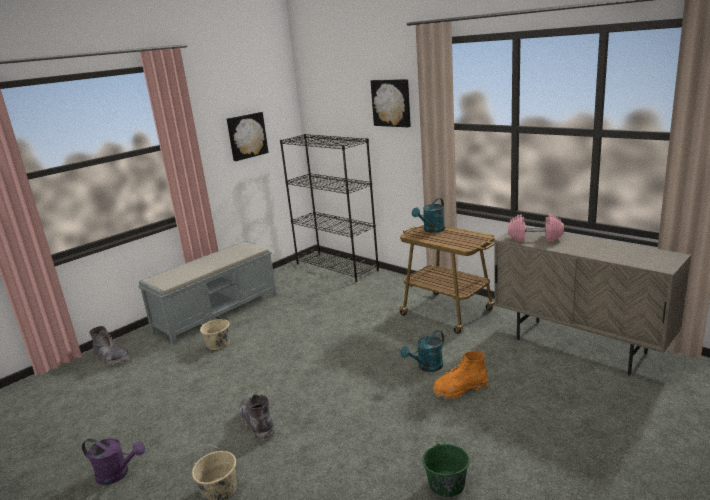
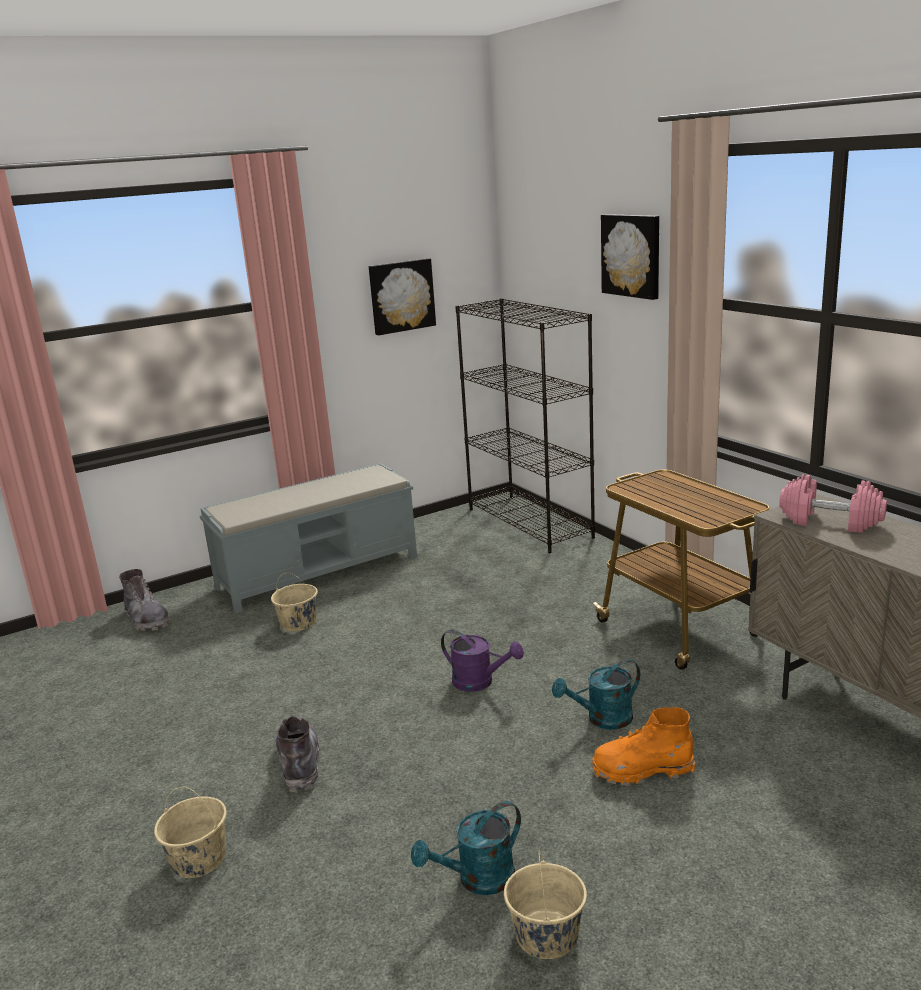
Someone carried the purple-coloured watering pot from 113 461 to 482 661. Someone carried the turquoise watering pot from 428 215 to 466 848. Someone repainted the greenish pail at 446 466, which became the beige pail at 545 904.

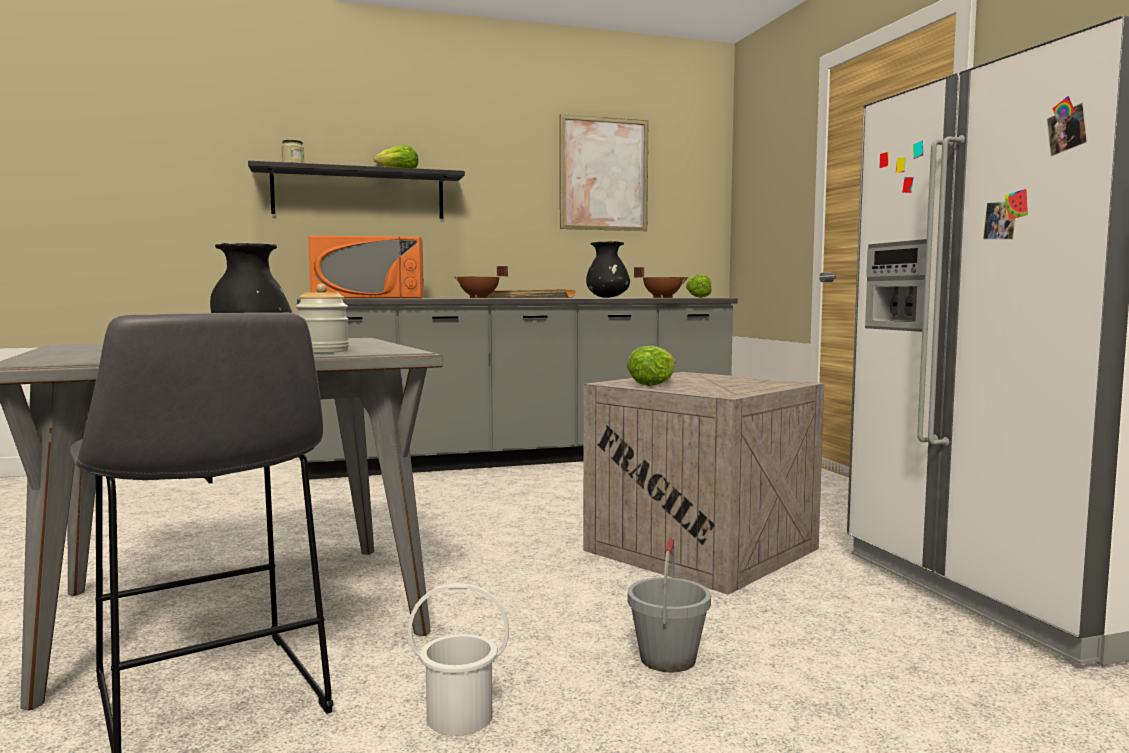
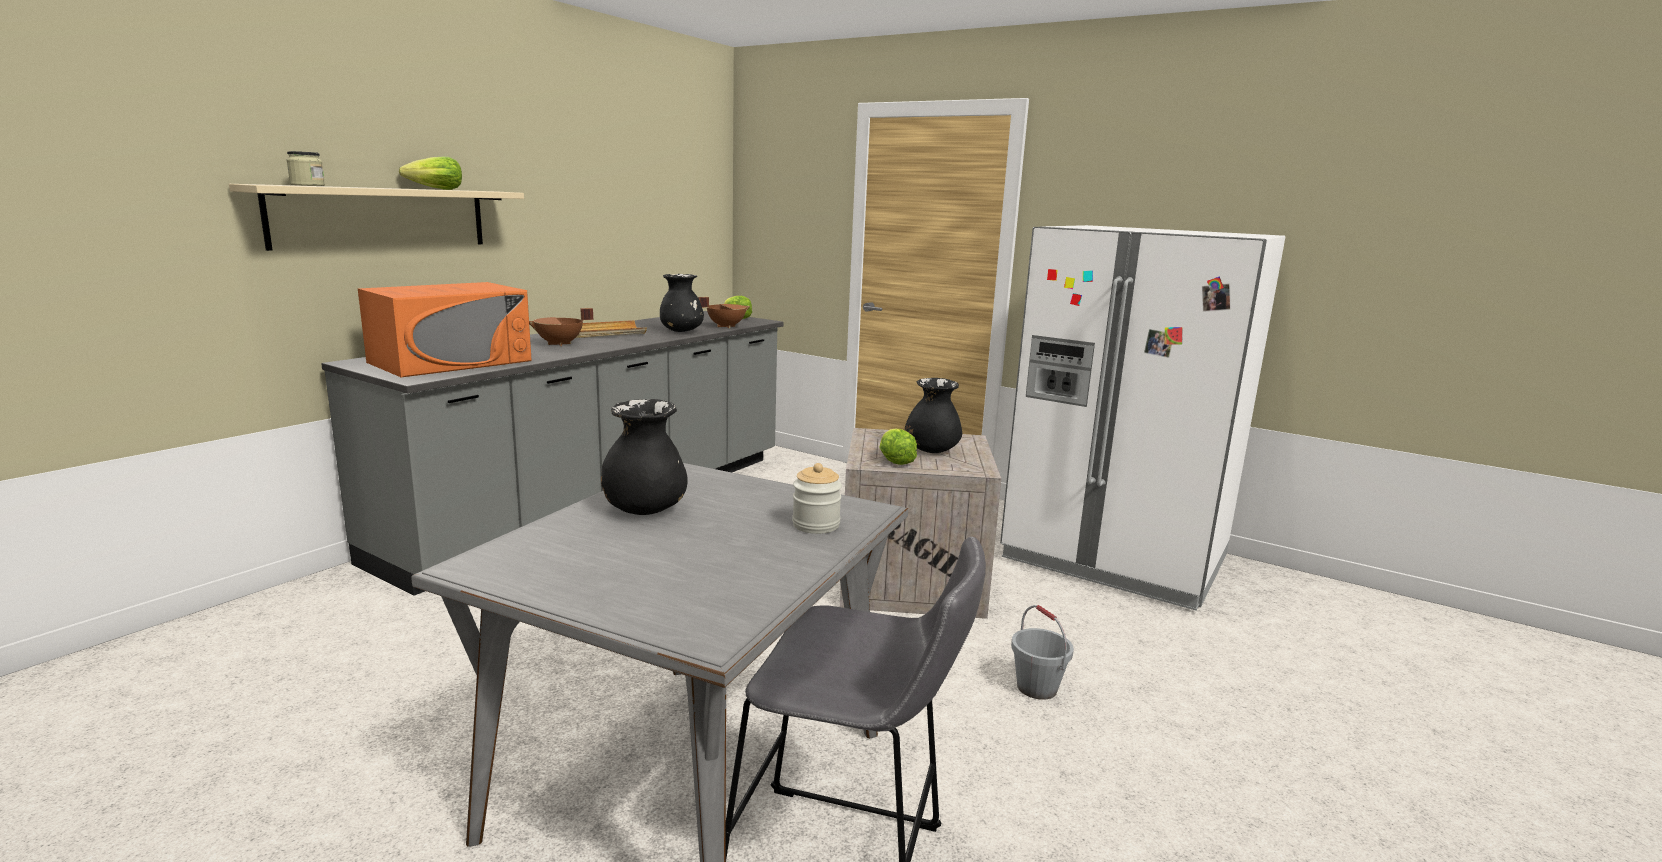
Someone repainted the blackish shelf at 356 190, which became the beige shelf at 376 217. Someone took away the white pail at 458 660. Someone took away the picture at 604 172. Someone put down the blackish decorative vase at 933 415.

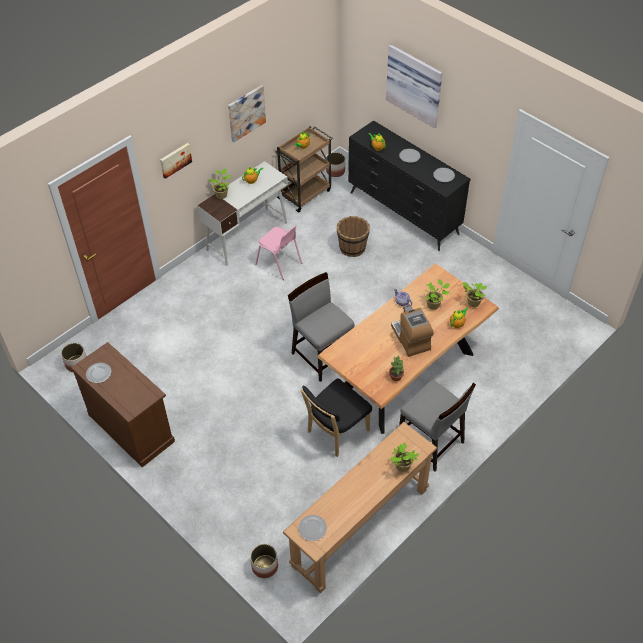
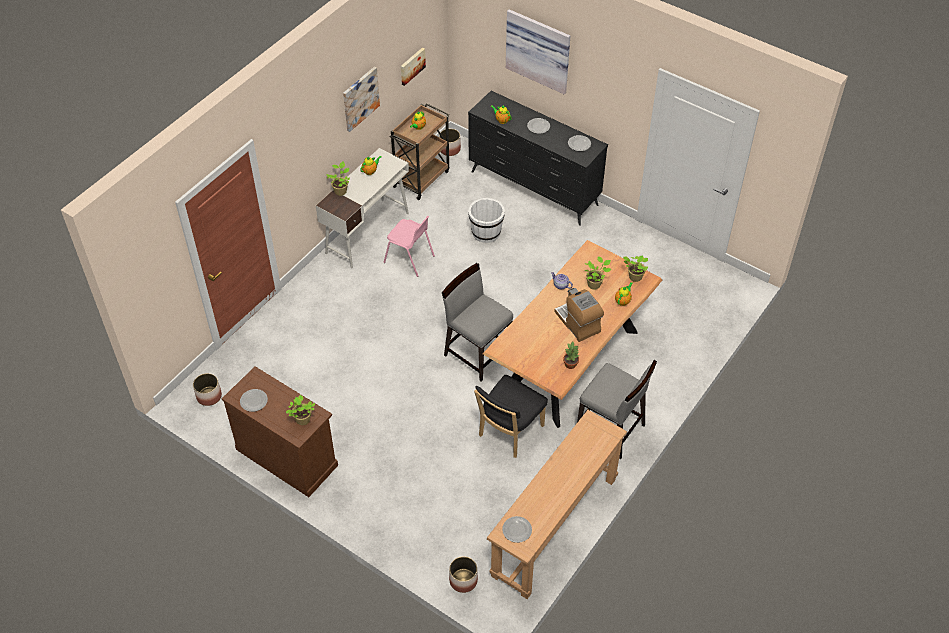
Someone carried the picture from 176 161 to 413 67. Someone repainted the brown-coloured pail at 353 236, which became the white pail at 486 220. Someone carried the potted plant from 404 457 to 300 410.

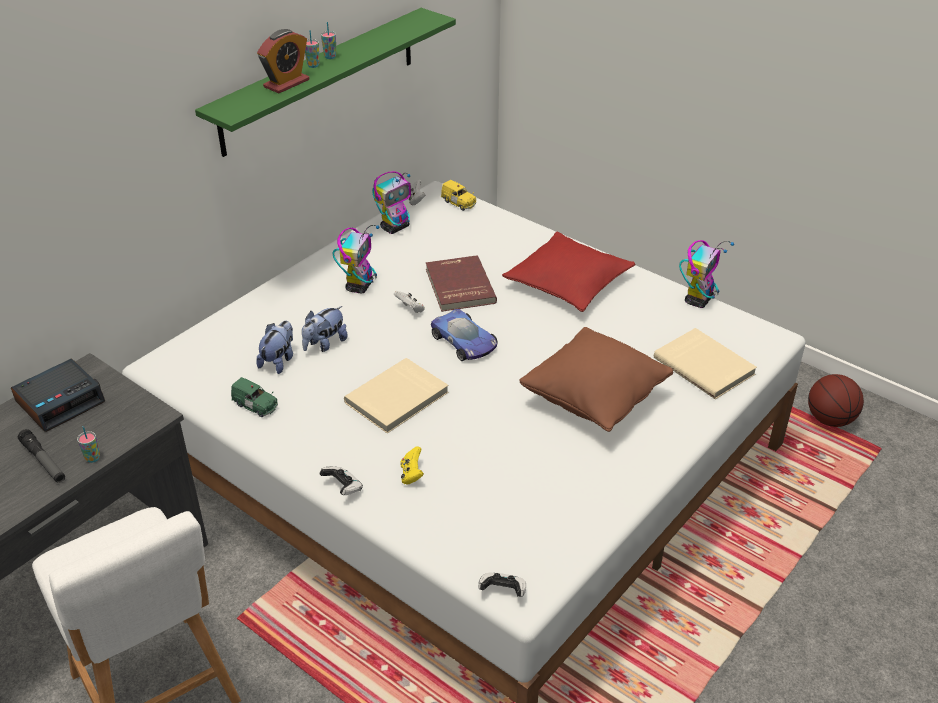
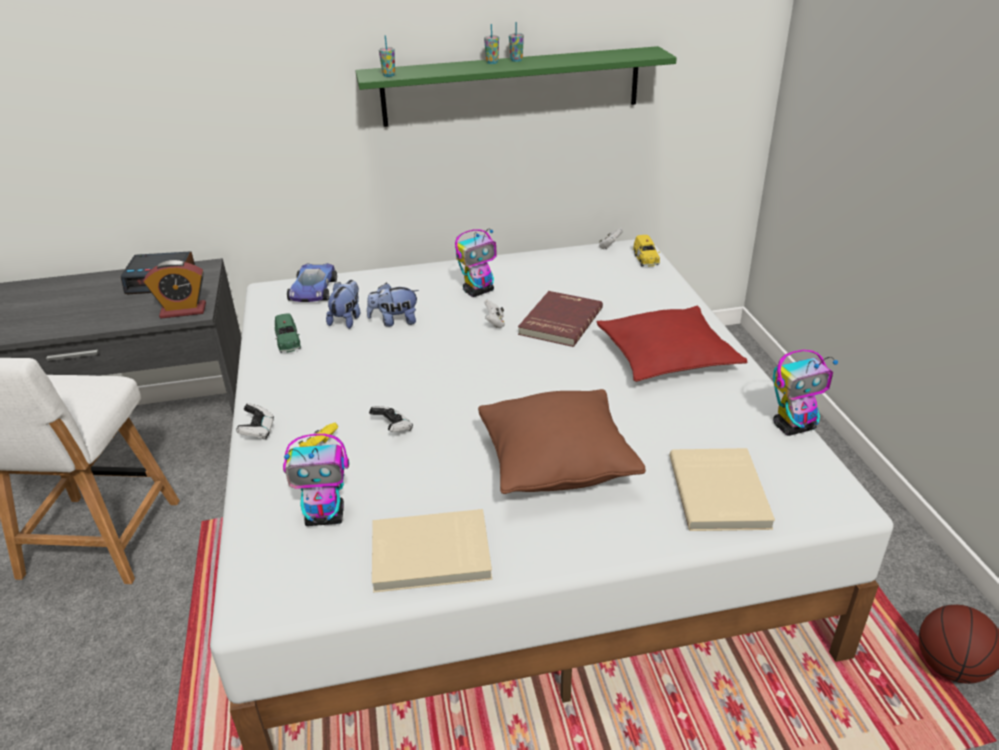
Someone took away the flashlight at 41 456. Someone carried the small cup from 88 444 to 387 56. Someone rotated the plush toy at 274 347 by 45 degrees counterclockwise. Someone carried the table clock from 283 61 to 175 289. Someone carried the beige volume from 396 395 to 432 551. Someone carried the robot figure from 391 202 to 316 480. Someone carried the model car from 464 335 to 312 282. Someone carried the game controller from 502 584 to 391 419.

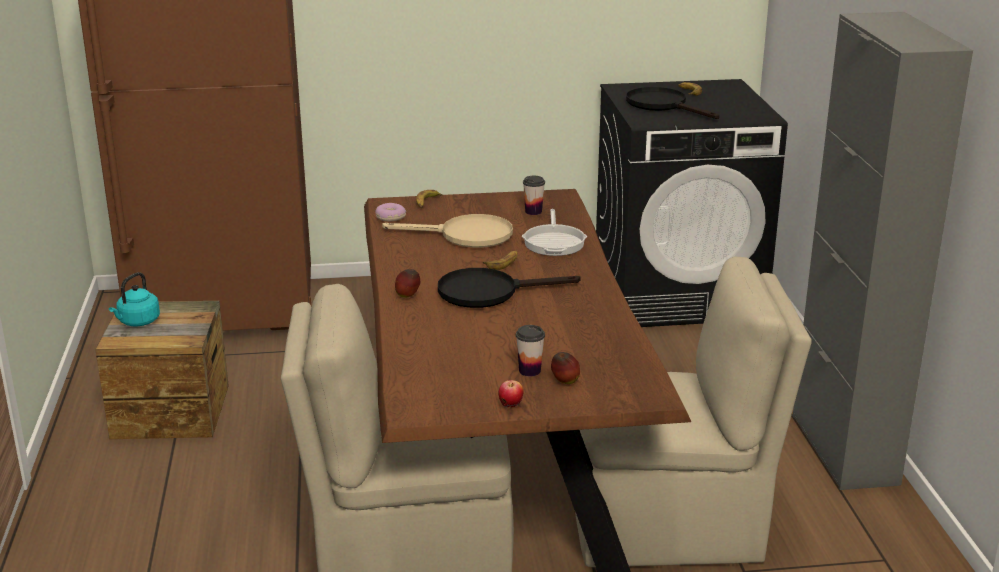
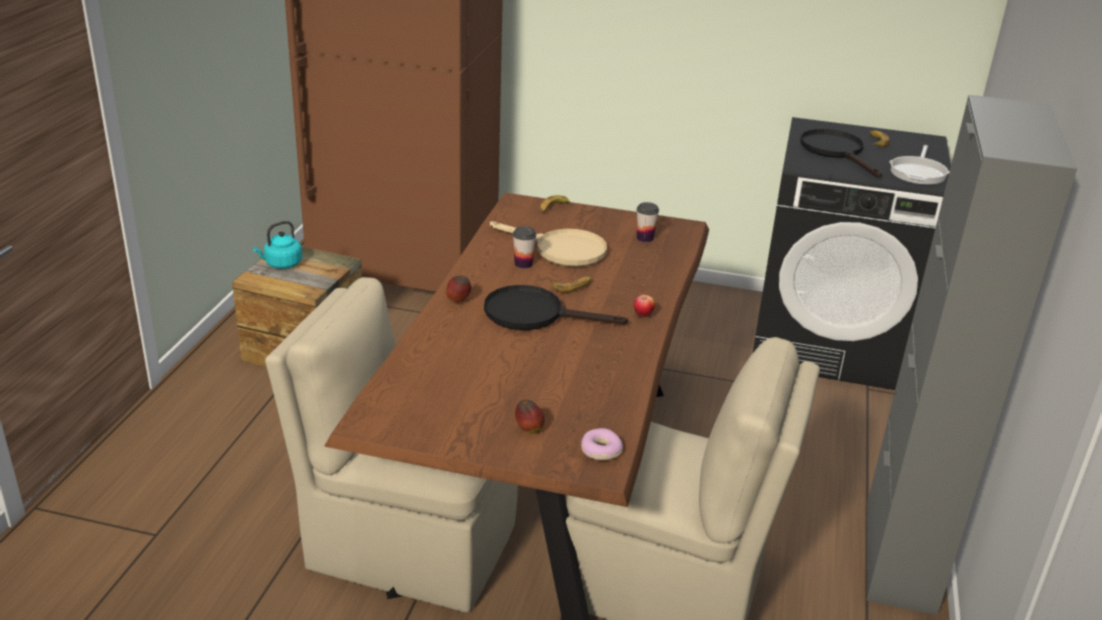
Someone carried the ring doughnut from 390 212 to 602 444. Someone carried the apple fruit from 511 393 to 644 306. Someone carried the small cup from 530 351 to 524 247. Someone carried the pan from 554 232 to 919 165.

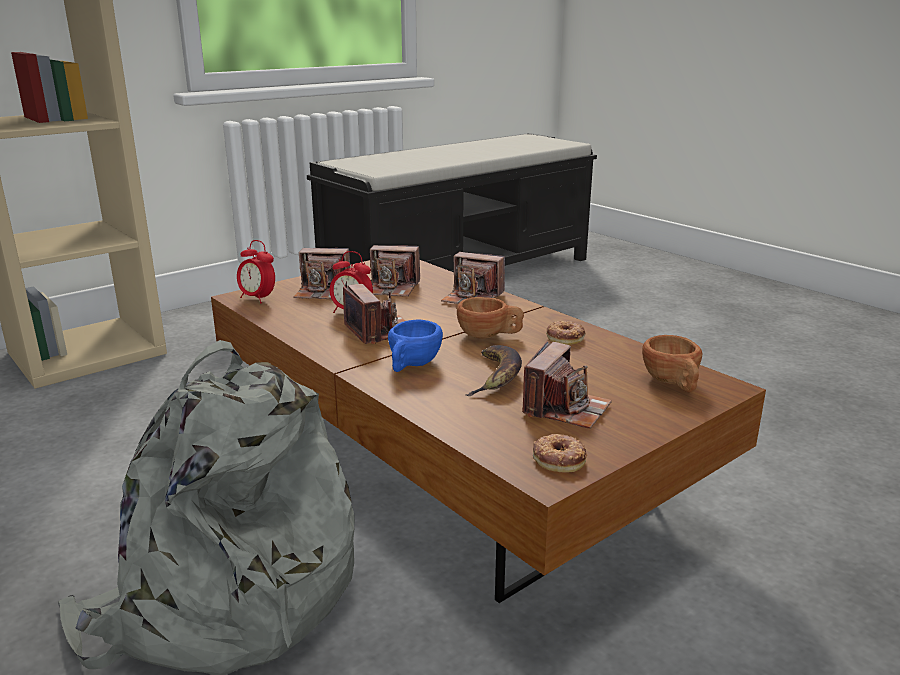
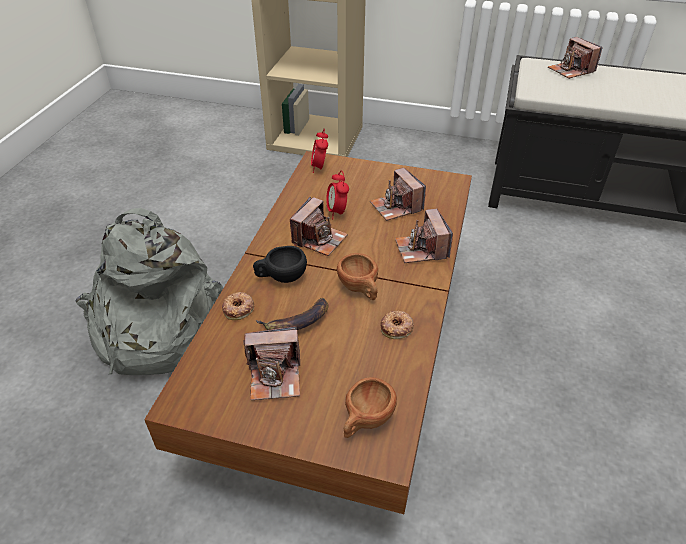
Someone carried the photo camera from 321 273 to 575 58. Someone repainted the blue-coloured small cup at 415 346, which became the blackish small cup at 280 264. Someone carried the ring doughnut from 560 453 to 238 306.

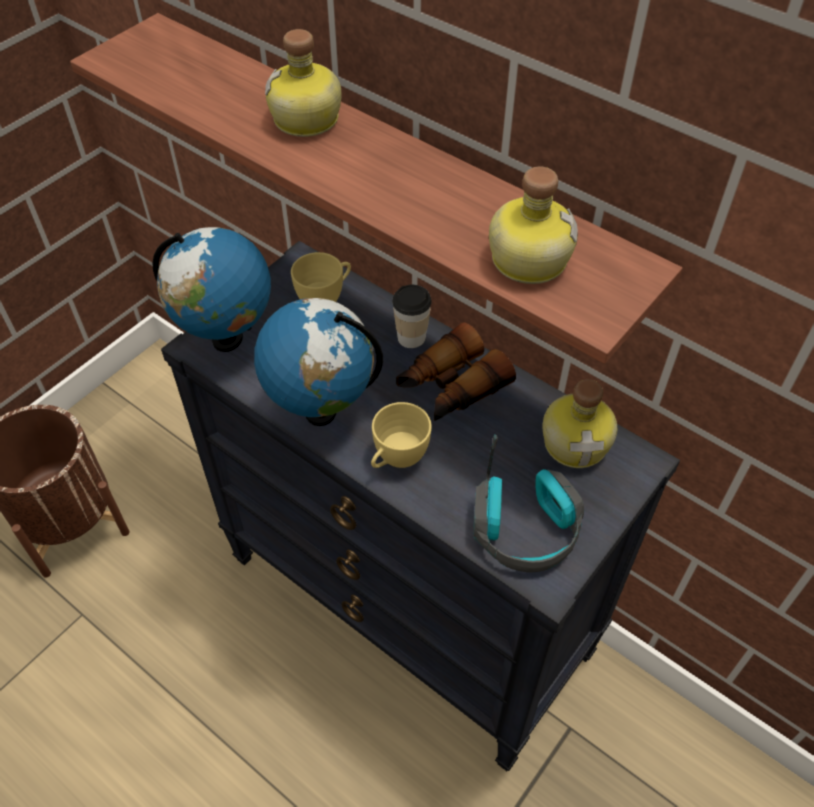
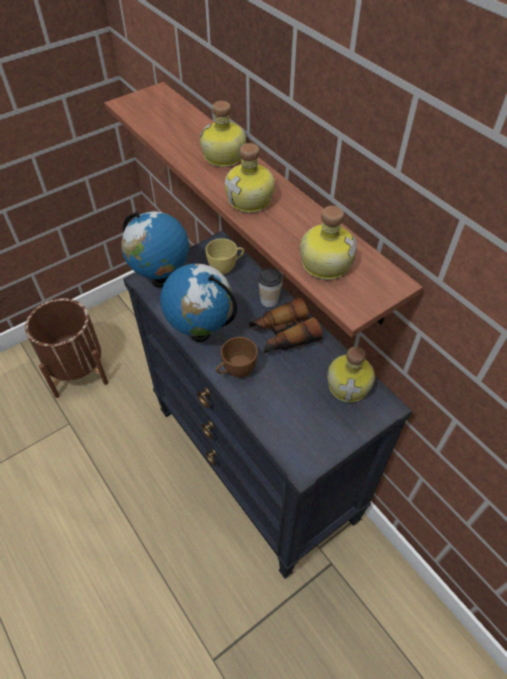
Someone repainted the yellowish small cup at 401 435, which became the brown-coloured small cup at 237 357. Someone took away the headset at 528 503. Someone put down the beverage bottle at 249 178.

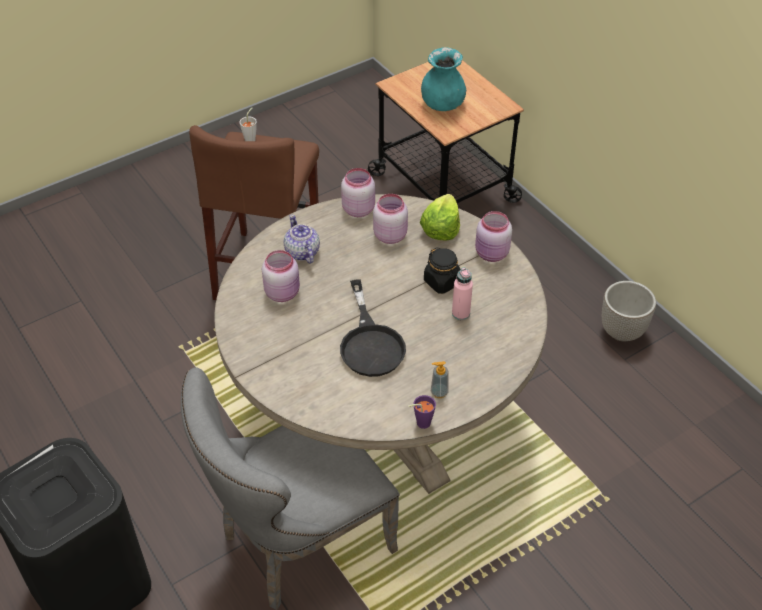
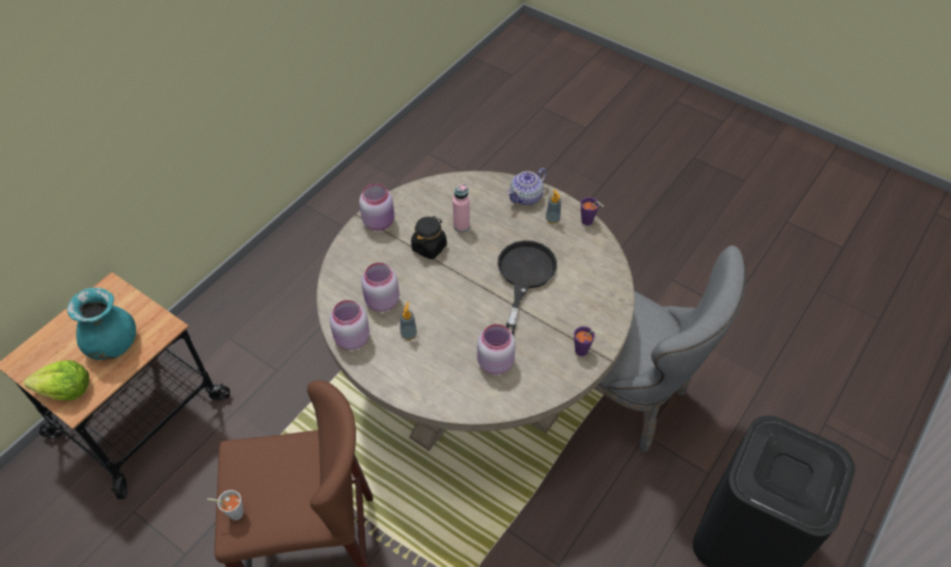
Someone carried the tea pot from 302 239 to 527 186. Someone rotated the blackish pan at 373 328 by 45 degrees counterclockwise. Someone carried the lettuce from 440 217 to 56 380. Someone took away the planter at 629 311. Someone put down the liquid soap bottle at 408 321. Someone put down the purple-coloured small cup at 588 341.

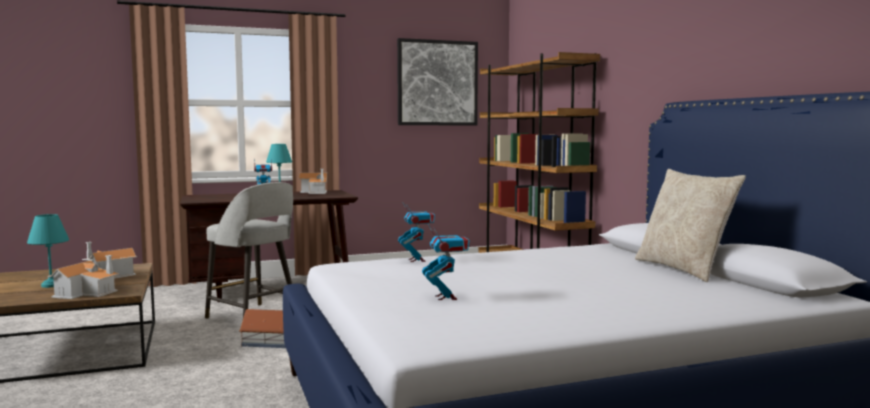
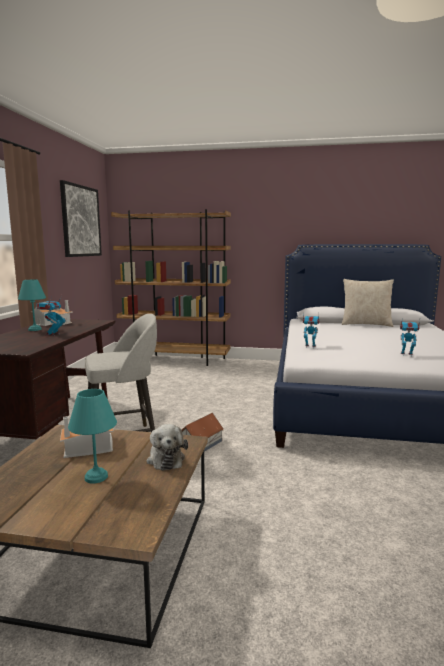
Someone swapped the model house at 83 277 for the plush toy at 167 447.

